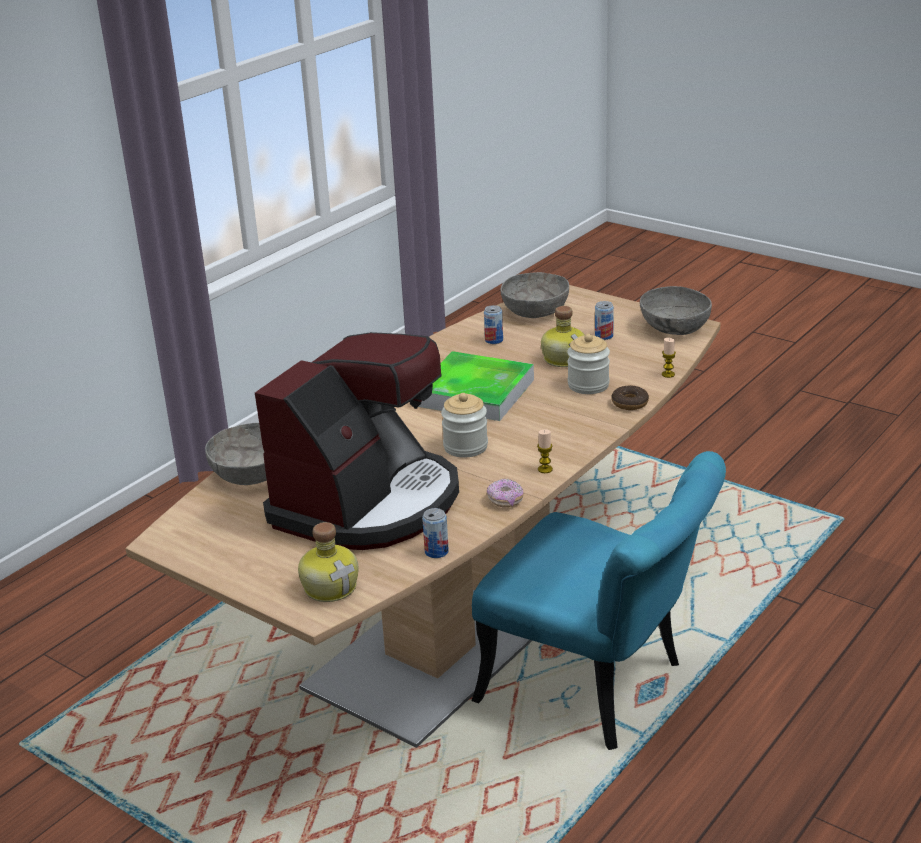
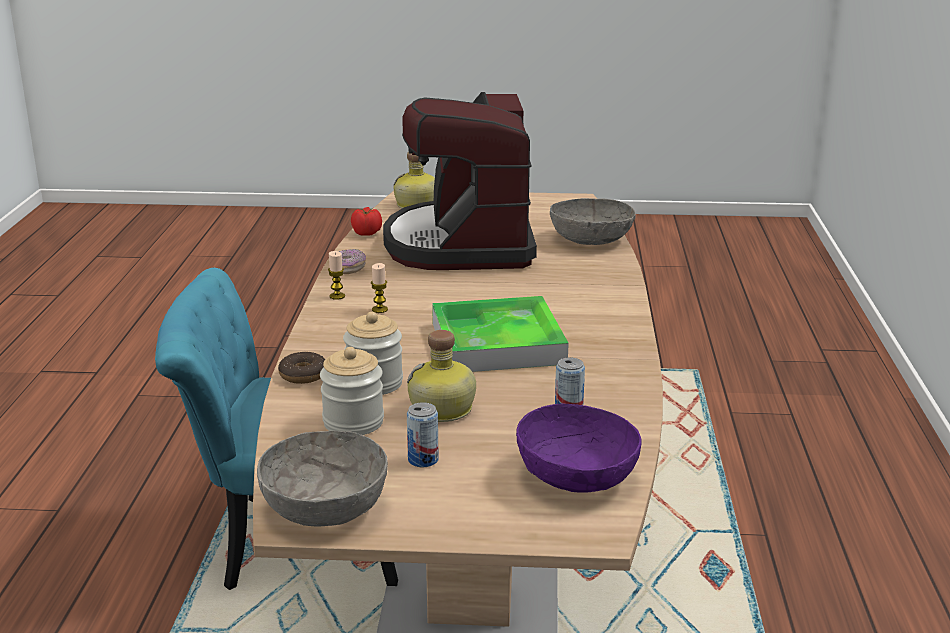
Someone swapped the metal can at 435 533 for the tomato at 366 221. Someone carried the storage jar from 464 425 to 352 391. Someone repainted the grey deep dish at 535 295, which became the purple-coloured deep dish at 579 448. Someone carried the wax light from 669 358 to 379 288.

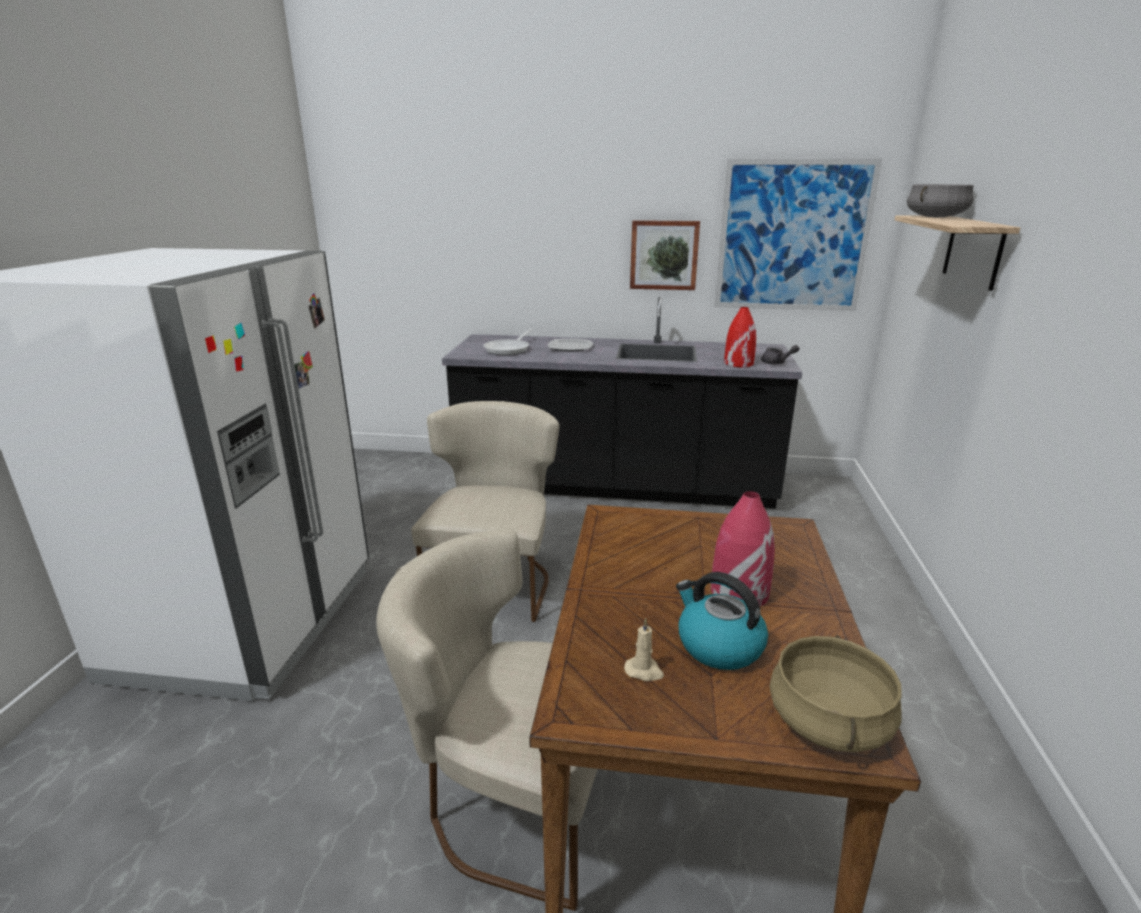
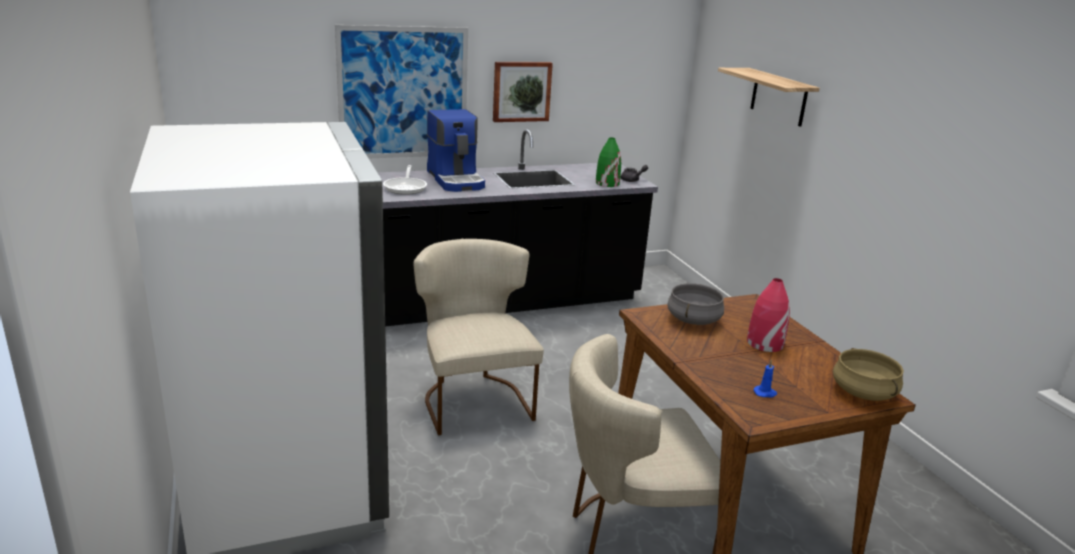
Someone swapped the dinner plate at 570 345 for the coffee machine at 456 150. Someone repainted the beige wax light at 644 649, which became the blue-coloured wax light at 765 378. Someone took away the tea kettle at 722 621. Someone carried the picture from 798 234 to 401 91. Someone repainted the red-coloured decorative vase at 740 337, which became the greenish decorative vase at 608 162. Someone carried the grey saucepot from 940 200 to 695 304.

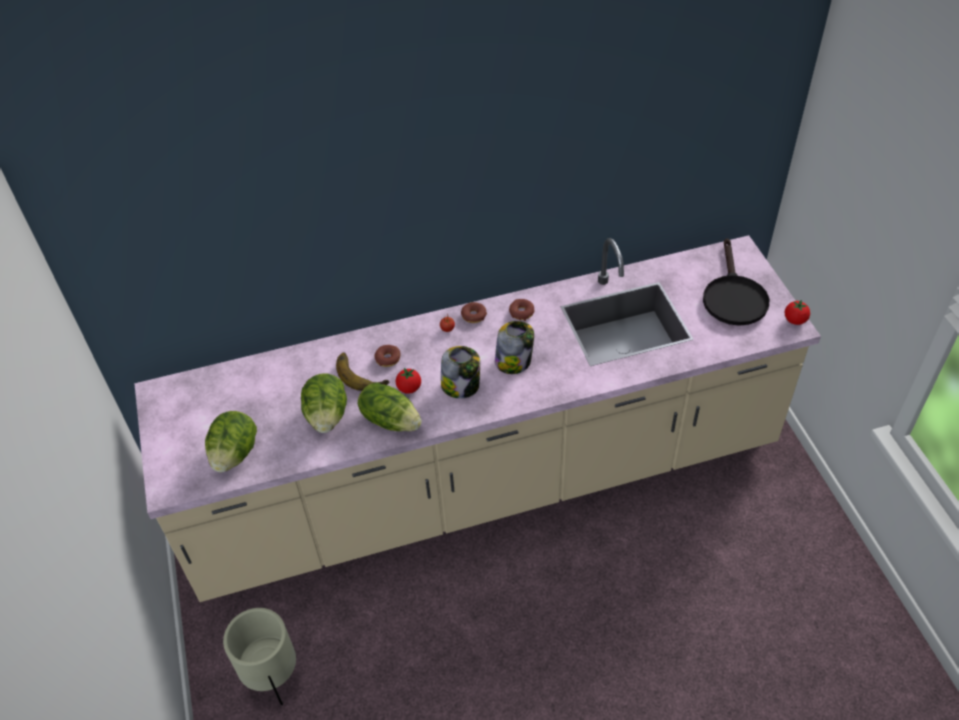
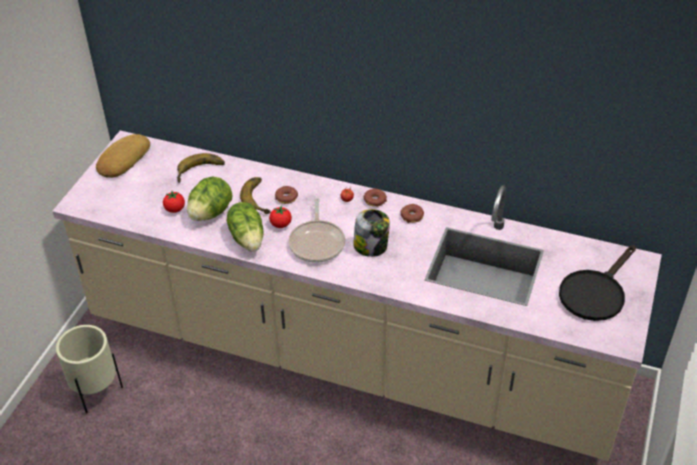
Someone took away the lettuce at 231 441. Someone swapped the storage jar at 460 372 for the pan at 316 230. Someone carried the tomato from 797 312 to 174 202. Someone put down the baked bread at 123 156. Someone put down the whole banana at 201 168.

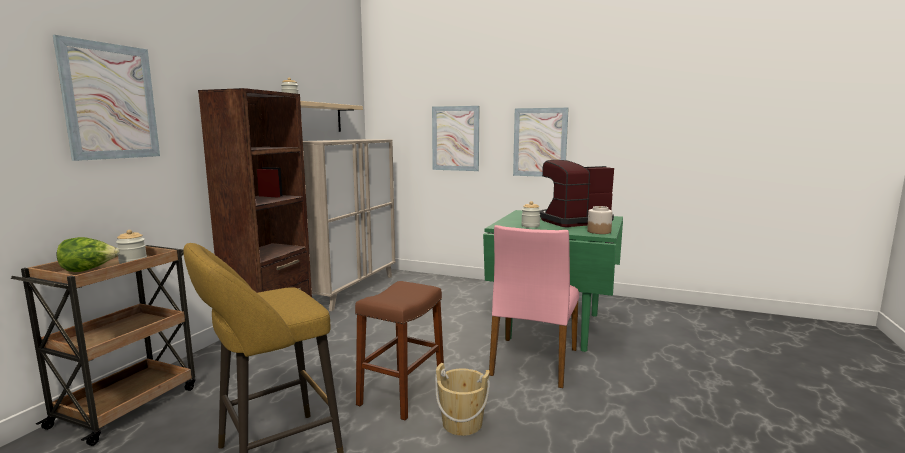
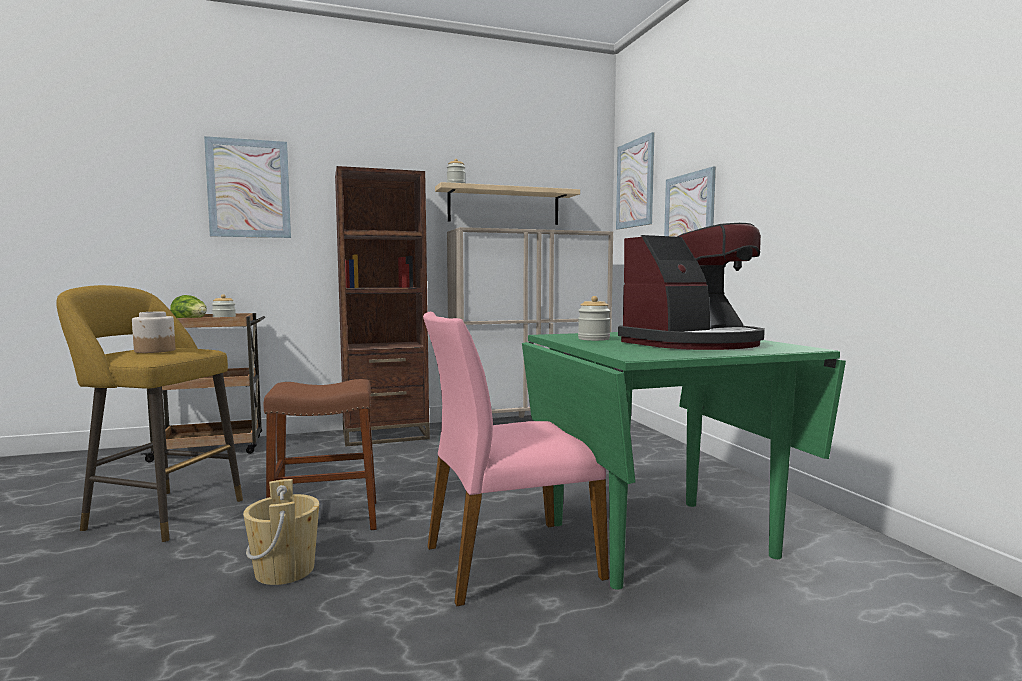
Someone carried the picture from 541 142 to 635 180. Someone rotated the coffee machine at 577 193 by 120 degrees clockwise. Someone carried the storage jar from 600 220 to 153 332.

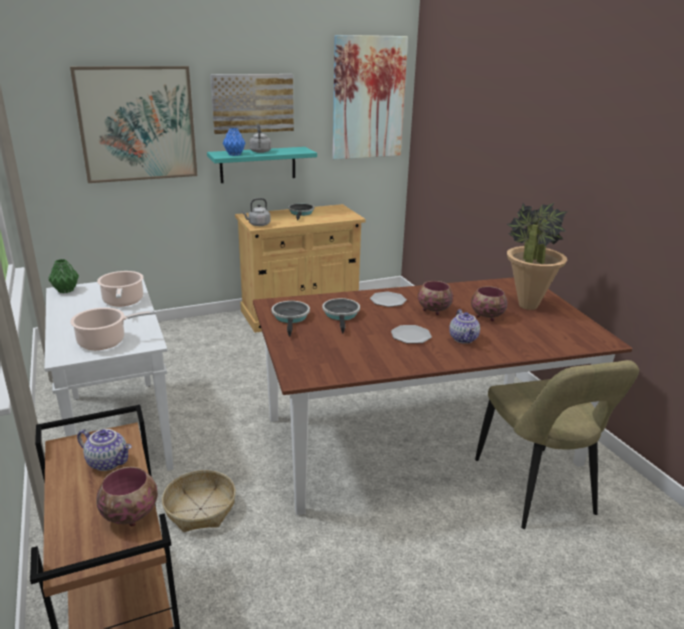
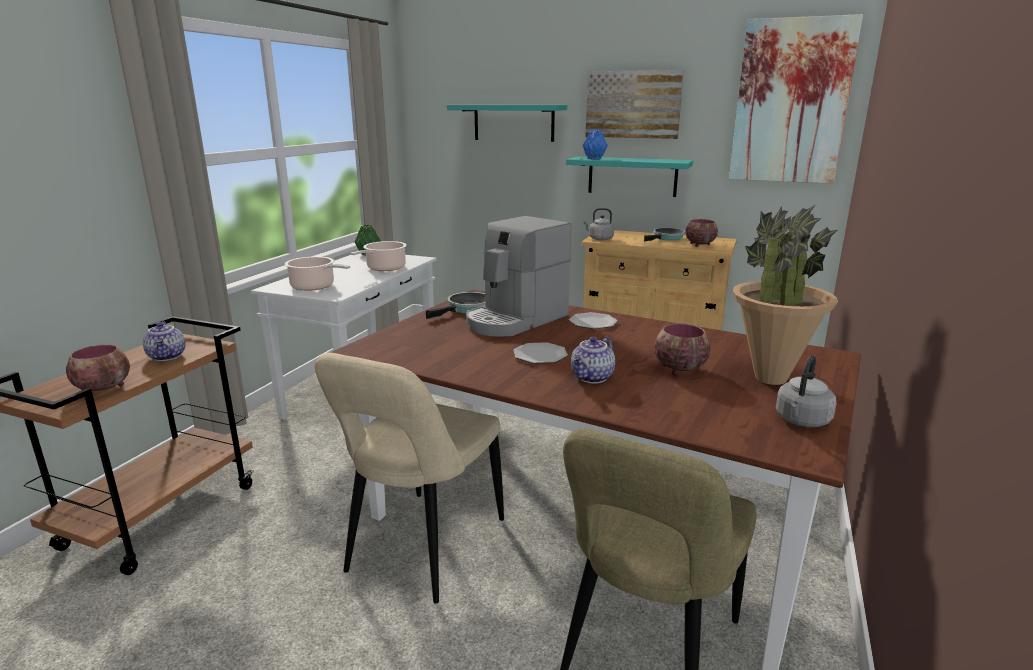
Someone swapped the picture at 133 124 for the turquoise shelf at 507 123. Someone took away the basket at 199 501. Someone carried the grey tea kettle from 260 138 to 806 391. Someone swapped the pan at 341 316 for the coffee machine at 518 276. Someone carried the deep dish from 435 298 to 701 233. Someone put down the beige plain chair at 409 478.

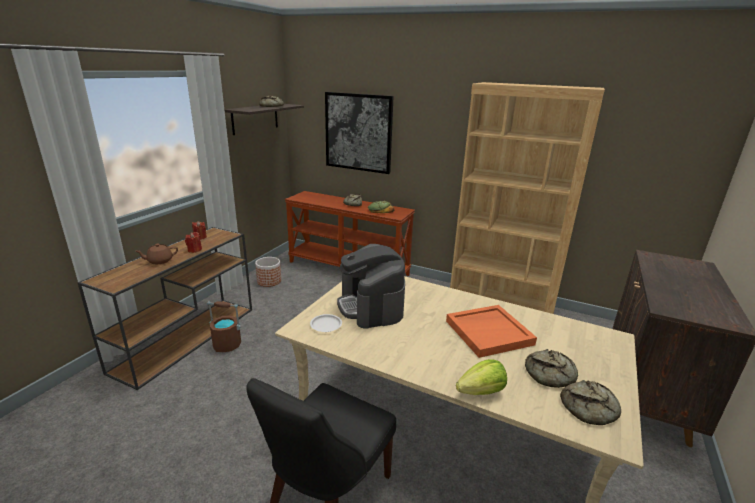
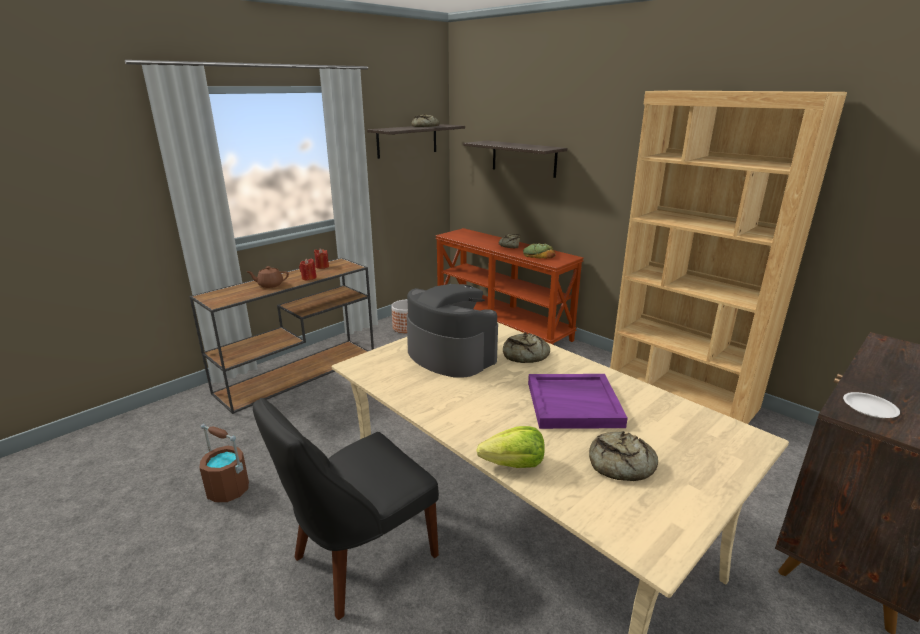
Someone carried the brown-coloured pail from 224 327 to 224 463. Someone carried the white dinner plate from 326 323 to 871 405. Someone swapped the picture at 359 133 for the shelf at 515 159. Someone rotated the coffee machine at 371 286 by 135 degrees clockwise. Someone repainted the orange carrying tray at 491 331, which became the purple-coloured carrying tray at 578 401. Someone carried the baked bread from 590 402 to 526 347.

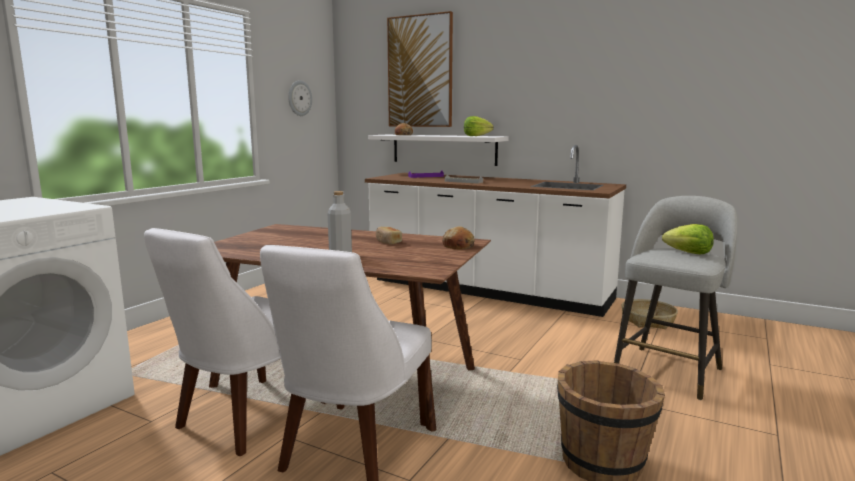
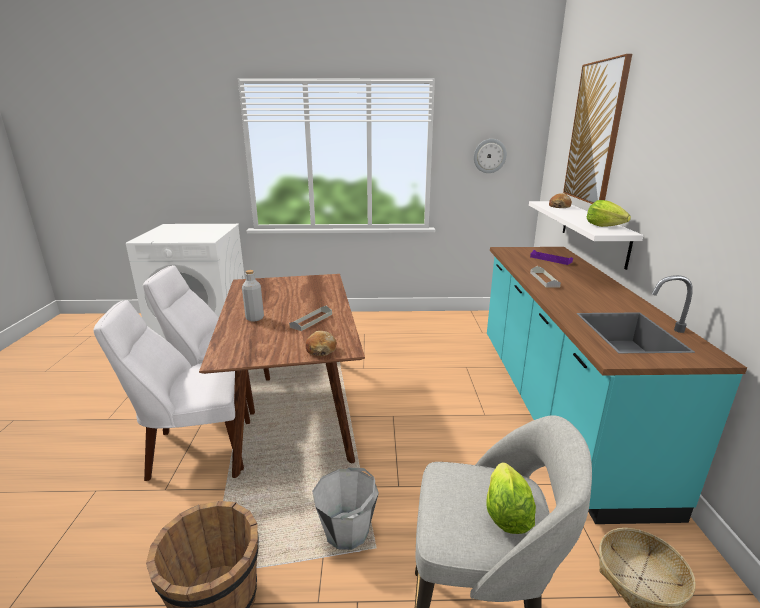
Someone repainted the white kitchen base unit at 495 231, which became the turquoise kitchen base unit at 617 385. Someone swapped the baked bread at 389 236 for the grey carrying tray at 310 318. Someone put down the grey pail at 345 509.

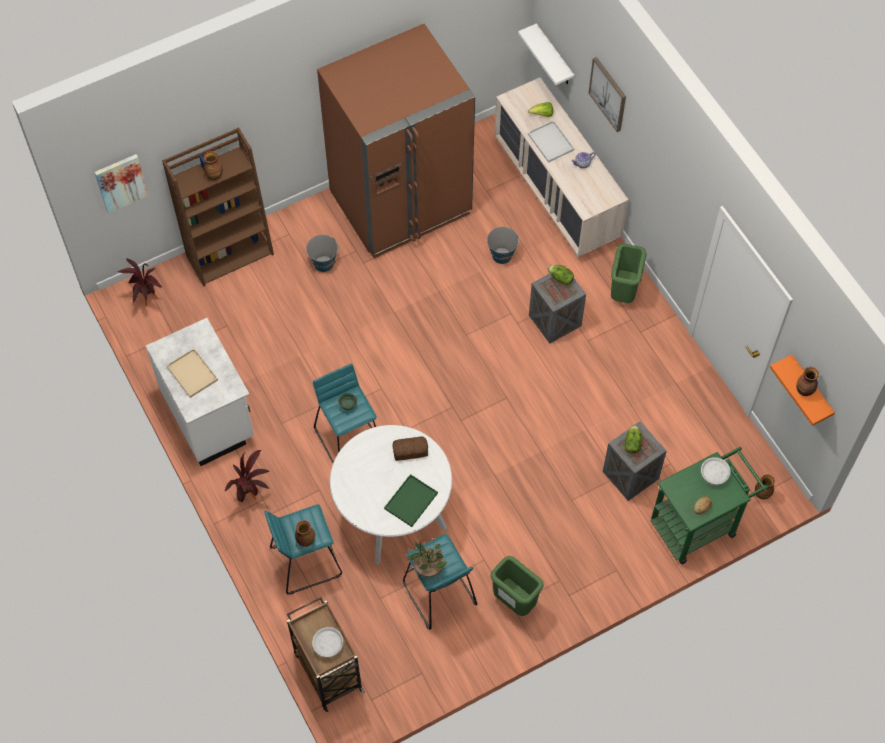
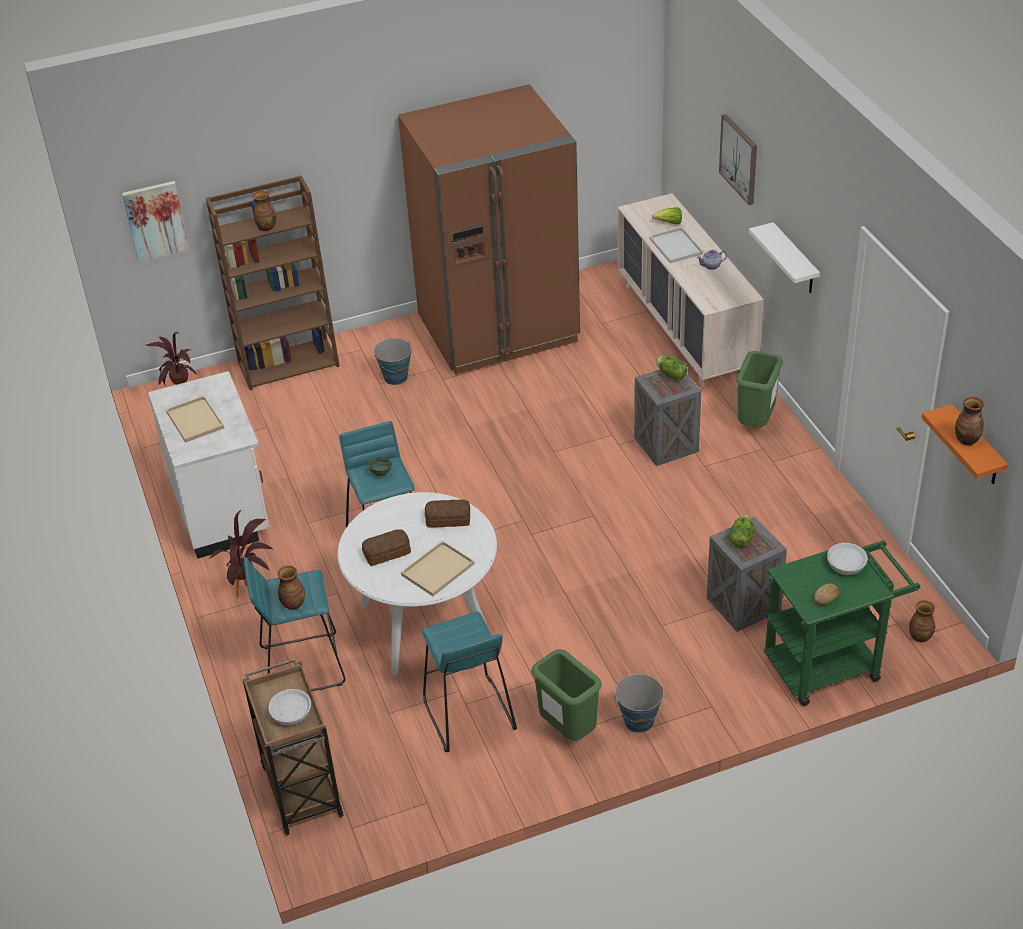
Someone repainted the greenish carrying tray at 411 500, which became the beige carrying tray at 438 568. Someone took away the potted plant at 427 557. Someone carried the pail from 503 245 to 640 703. Someone carried the white shelf from 546 54 to 784 257. Someone put down the baked bread at 386 547.

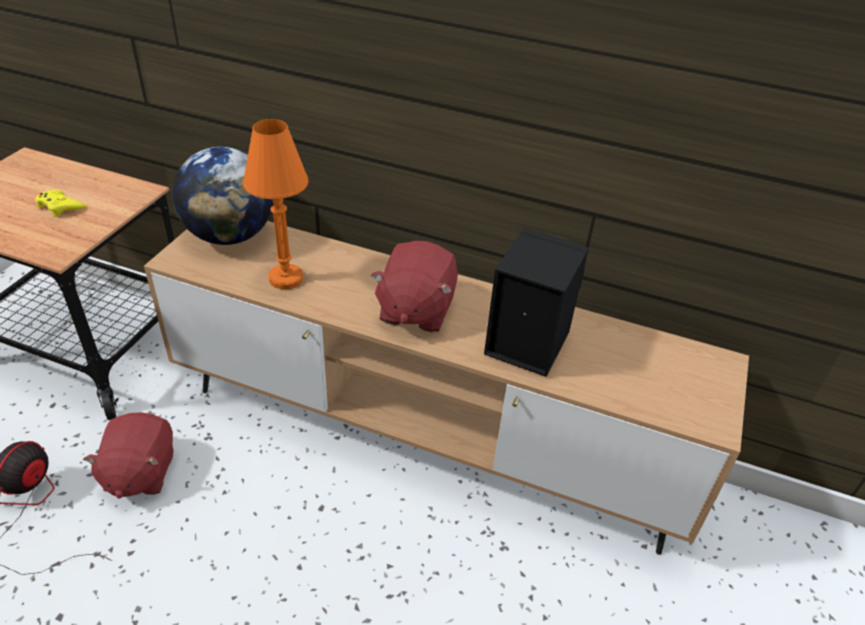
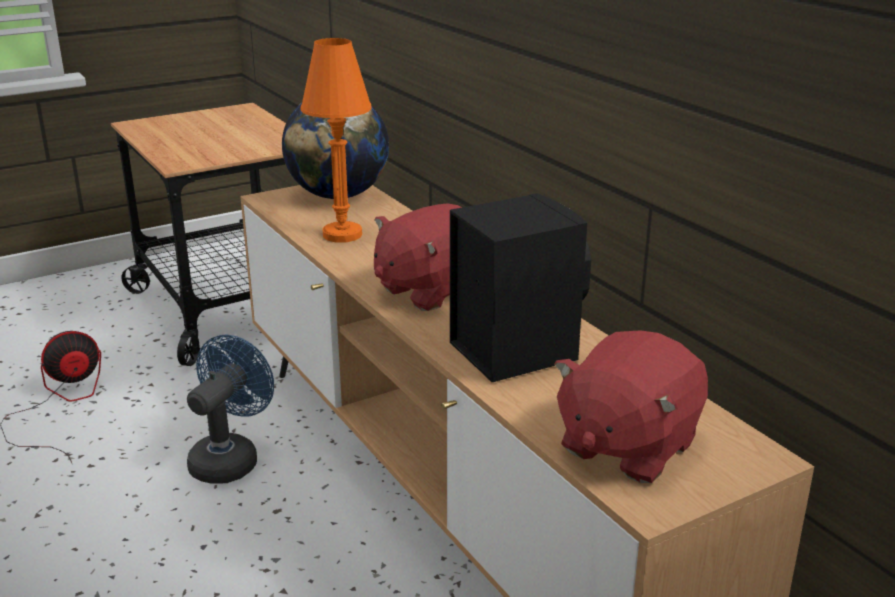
Someone took away the yellowish game controller at 60 203. Someone carried the red-coloured plush toy from 128 455 to 631 406. Someone put down the blue-coloured fan at 230 409.

